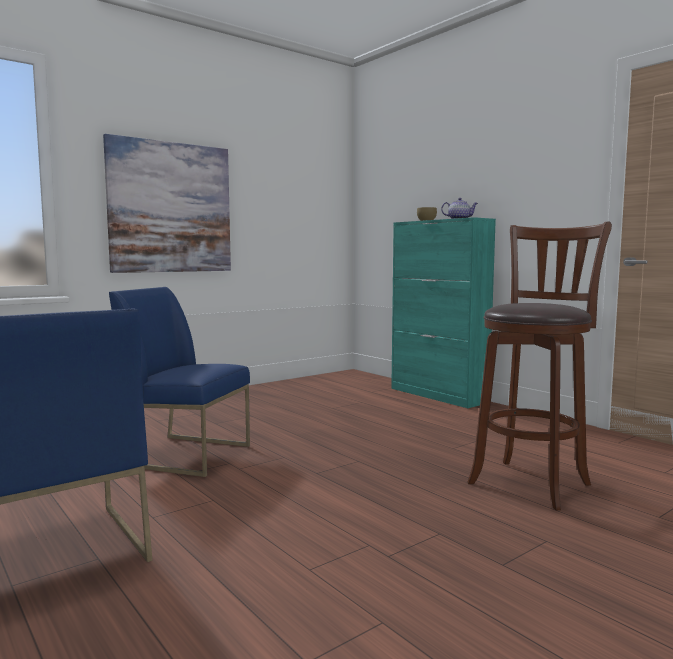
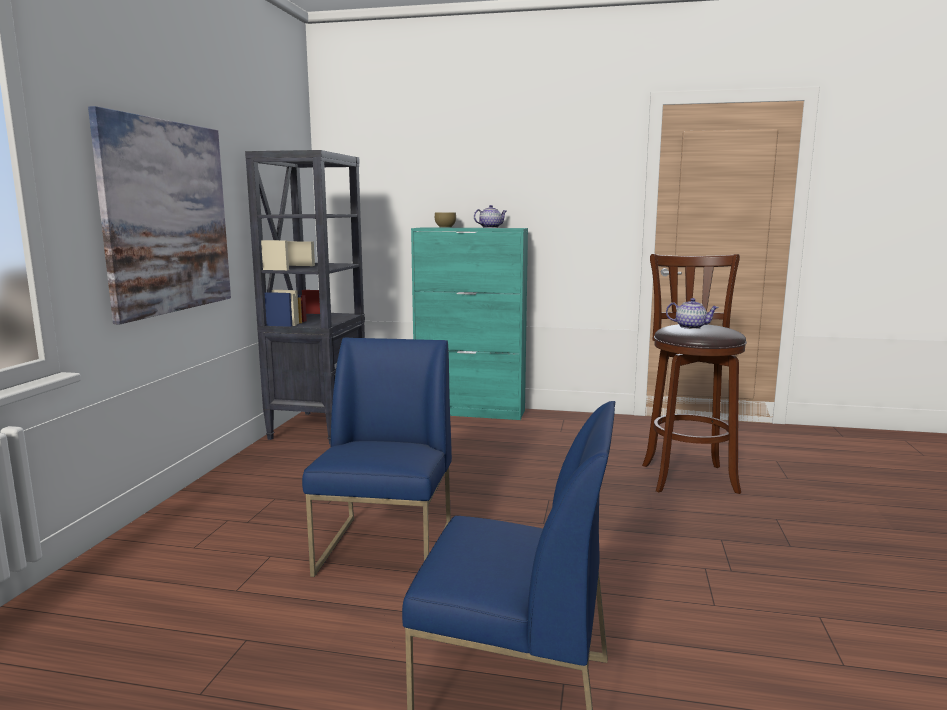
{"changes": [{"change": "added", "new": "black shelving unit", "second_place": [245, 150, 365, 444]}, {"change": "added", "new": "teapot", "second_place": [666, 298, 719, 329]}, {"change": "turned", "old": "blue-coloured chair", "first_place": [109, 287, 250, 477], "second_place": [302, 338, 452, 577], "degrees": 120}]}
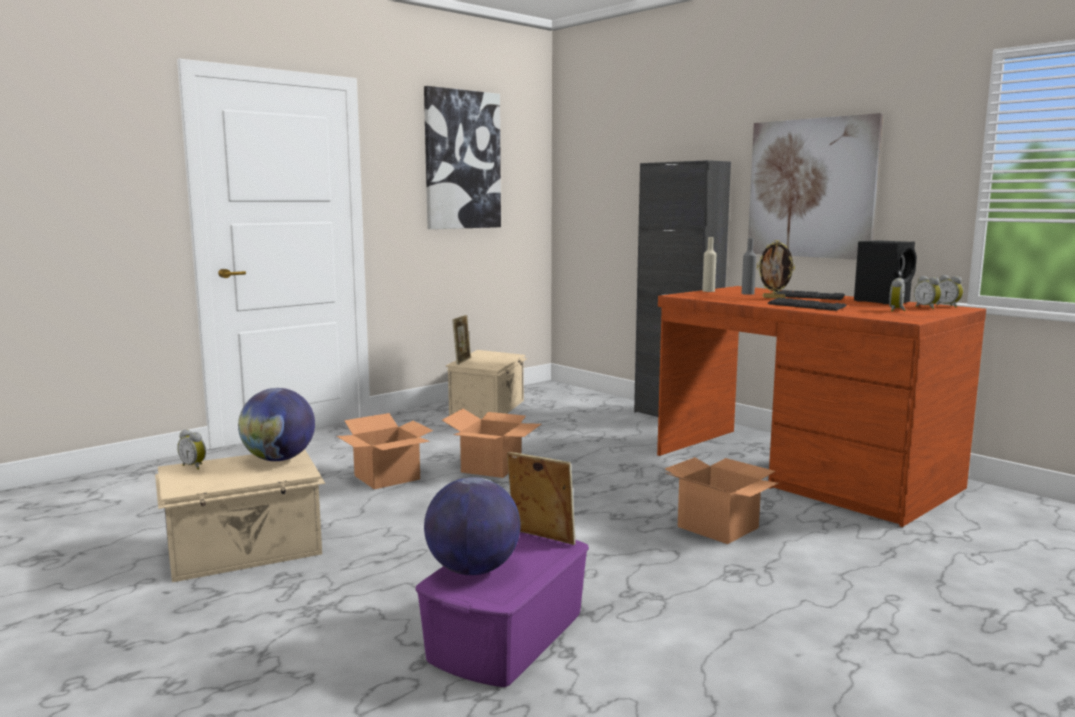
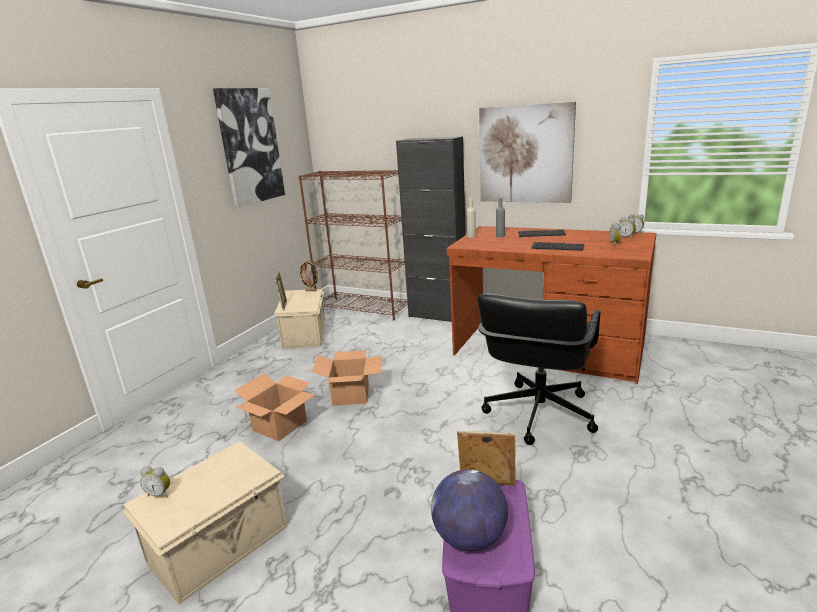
{"changes": [{"change": "removed", "old": "globe", "first_place": [238, 388, 315, 461]}, {"change": "removed", "old": "black audio speaker", "first_place": [854, 240, 917, 304]}, {"change": "added", "new": "brownish shelving unit", "second_place": [299, 170, 408, 320]}, {"change": "moved", "old": "standing frame", "first_place": [757, 240, 795, 299], "second_place": [299, 261, 319, 291]}, {"change": "replaced", "old": "carton", "new": "black desk chair", "first_place": [665, 457, 779, 544], "second_place": [477, 294, 600, 445]}]}
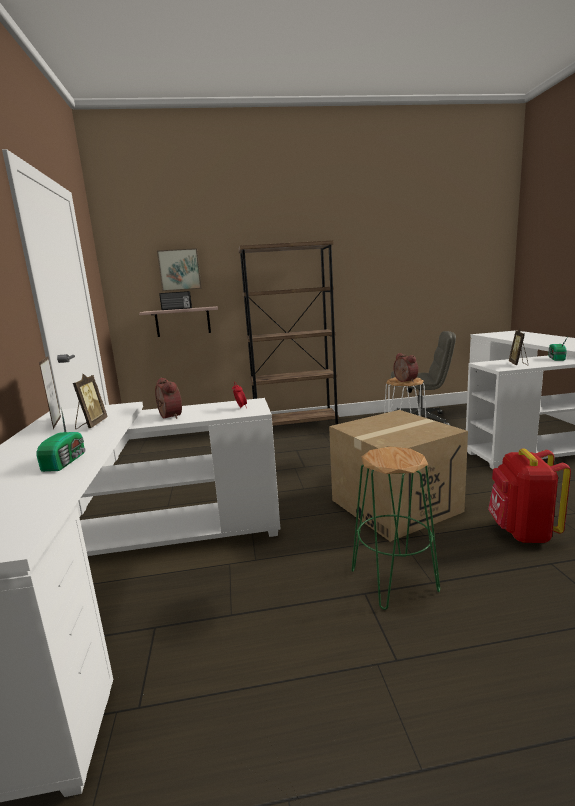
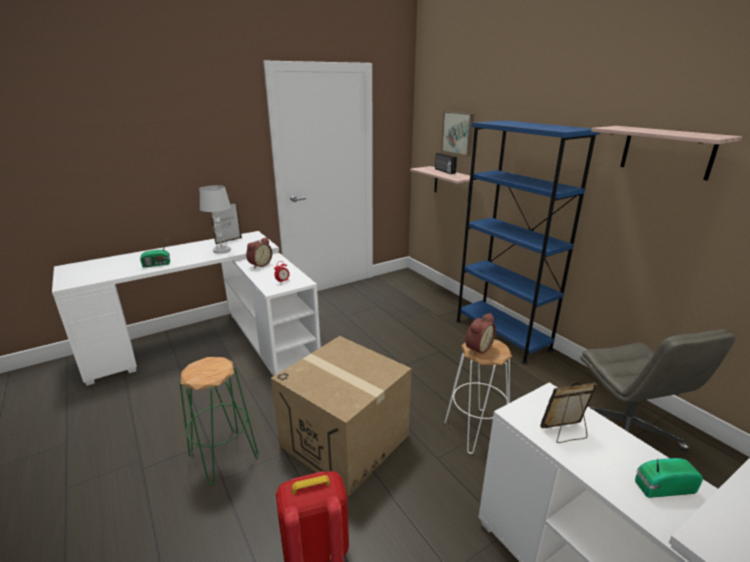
{"changes": [{"change": "added", "new": "shelf", "second_place": [591, 126, 742, 181]}, {"change": "replaced", "old": "standing frame", "new": "white tabletop lamp", "first_place": [73, 374, 108, 429], "second_place": [200, 185, 231, 254]}, {"change": "recoloured", "old": "brownish shelving unit", "new": "blue-coloured shelving unit", "first_place": [238, 241, 339, 426], "second_place": [456, 120, 600, 364]}]}
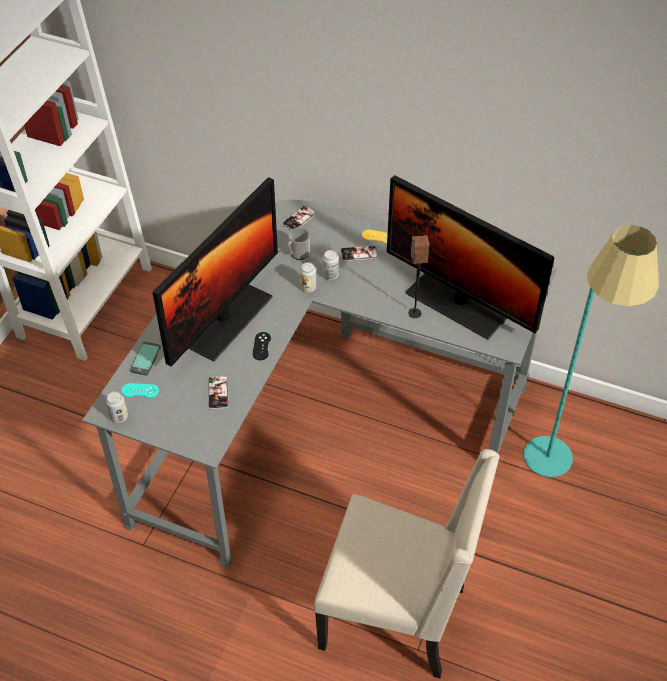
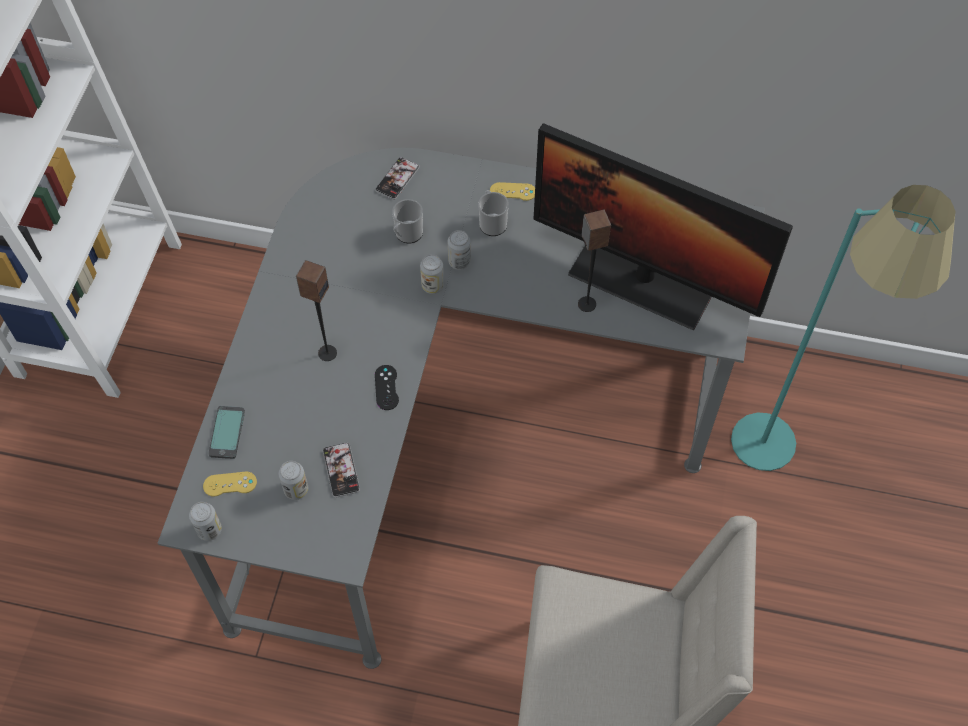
{"changes": [{"change": "added", "new": "sealed can", "second_place": [279, 461, 308, 500]}, {"change": "replaced", "old": "computer screen", "new": "audio speaker", "first_place": [153, 177, 278, 366], "second_place": [296, 260, 337, 361]}, {"change": "replaced", "old": "handset", "new": "tea mug", "first_place": [341, 245, 378, 261], "second_place": [478, 190, 509, 236]}, {"change": "recoloured", "old": "turquoise game controller", "new": "yellow-coloured game controller", "first_place": [121, 383, 159, 398], "second_place": [203, 472, 257, 497]}]}
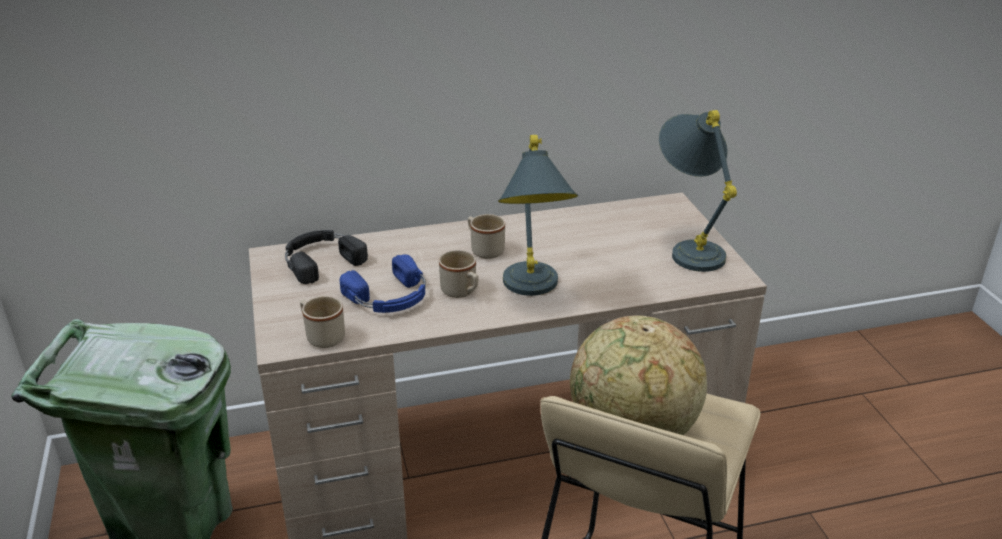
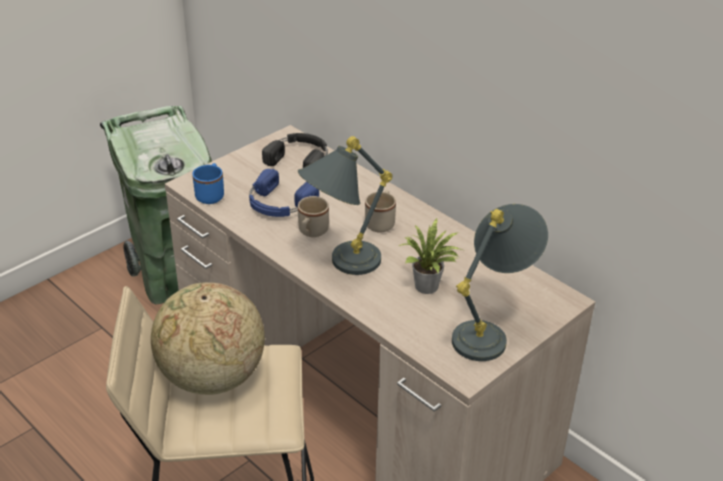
{"changes": [{"change": "added", "new": "plant in a pot", "second_place": [399, 217, 462, 294]}, {"change": "recoloured", "old": "beige tea mug", "new": "blue-coloured tea mug", "first_place": [300, 296, 345, 348], "second_place": [192, 163, 224, 204]}]}
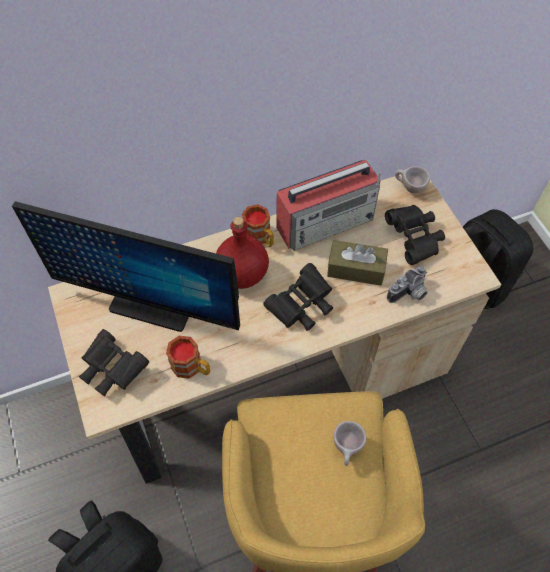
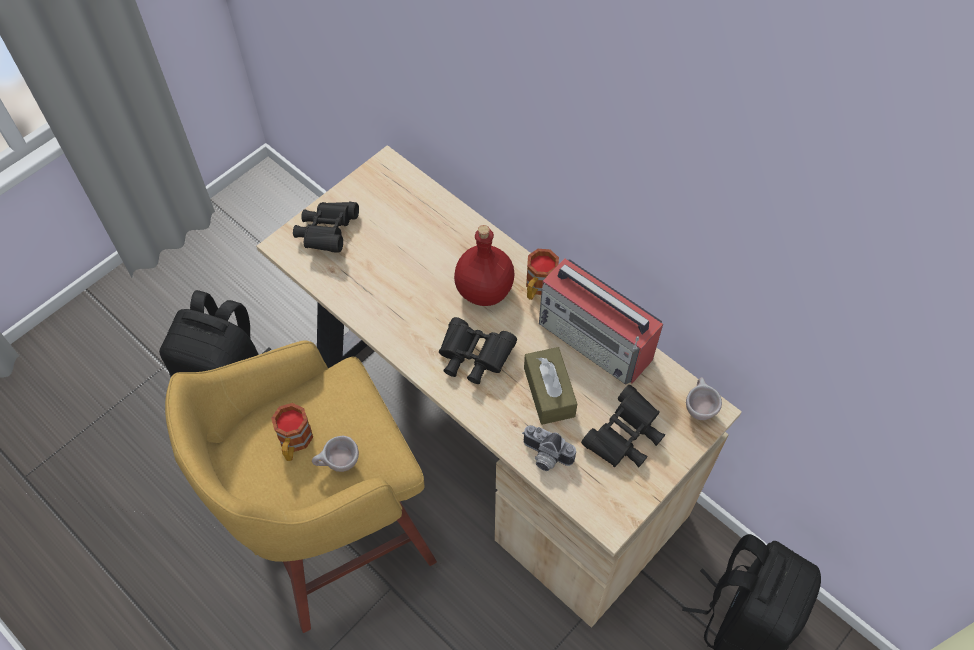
{"changes": [{"change": "removed", "old": "computer screen", "first_place": [12, 201, 240, 332]}, {"change": "moved", "old": "tea mug", "first_place": [166, 336, 210, 379], "second_place": [271, 403, 313, 461]}]}
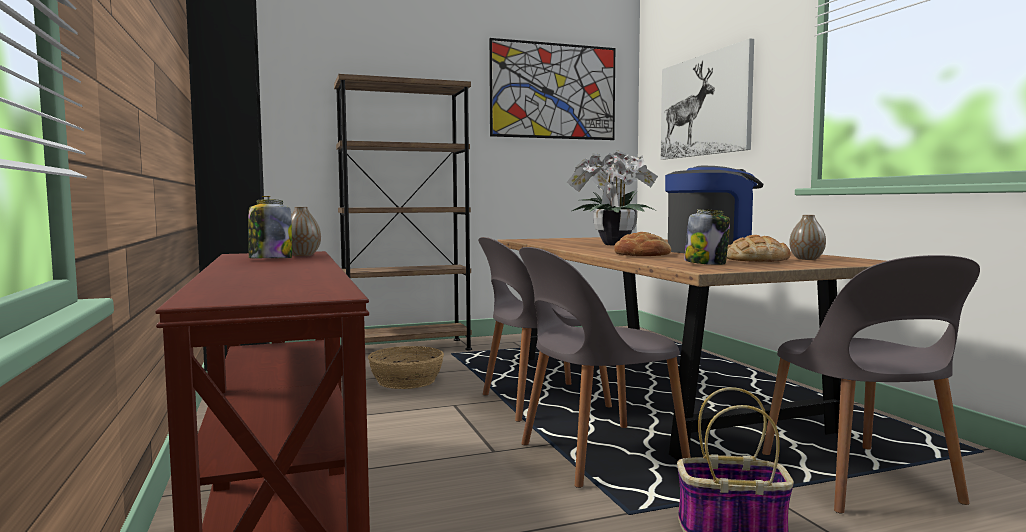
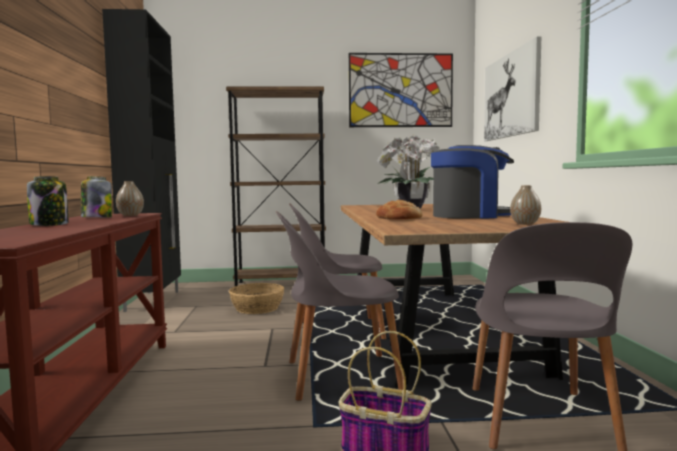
{"changes": [{"change": "removed", "old": "bread", "first_place": [727, 235, 791, 262]}, {"change": "moved", "old": "storage jar", "first_place": [684, 209, 730, 265], "second_place": [27, 176, 69, 226]}]}
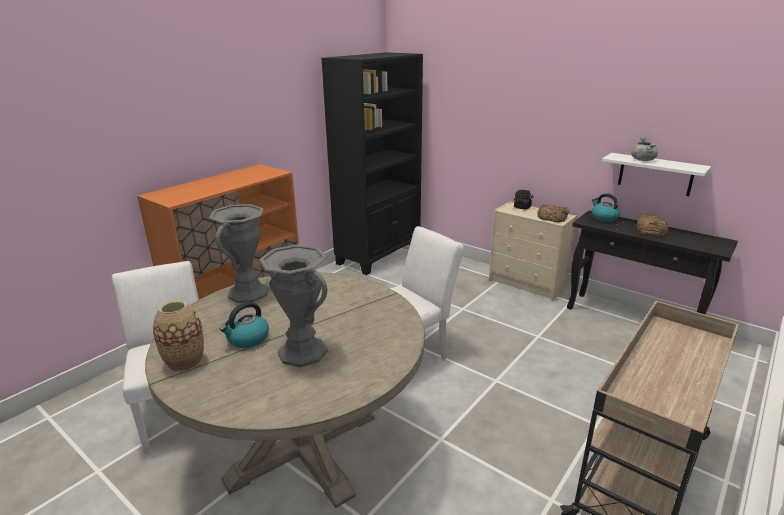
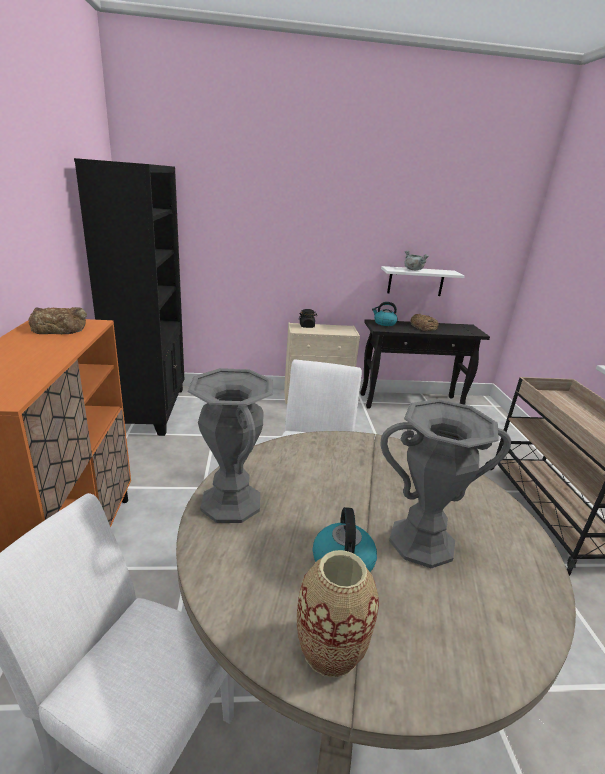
{"changes": [{"change": "moved", "old": "bread", "first_place": [537, 204, 570, 222], "second_place": [29, 307, 87, 334]}]}
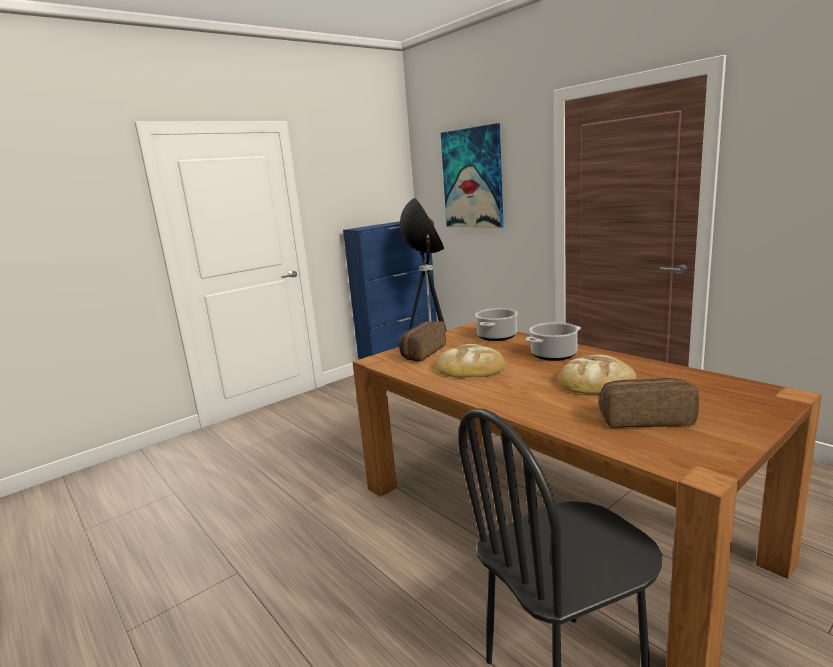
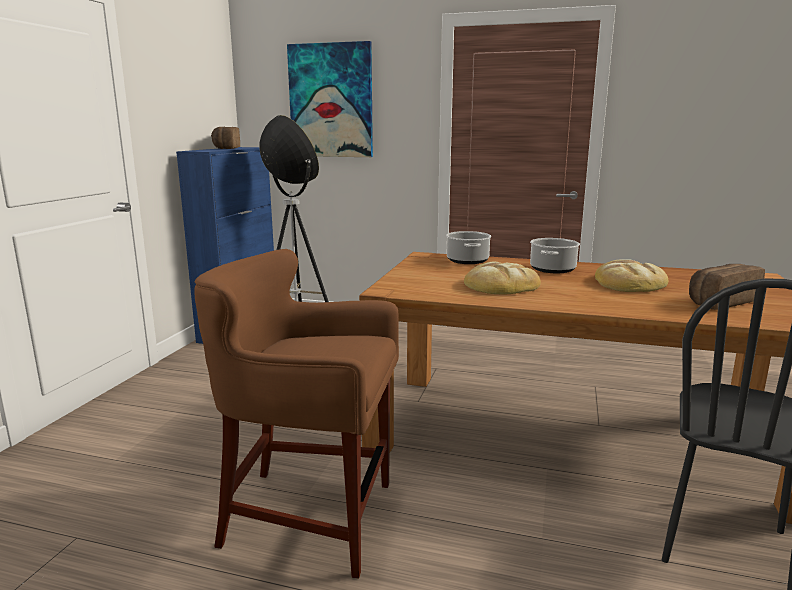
{"changes": [{"change": "added", "new": "brownish sitting stool", "second_place": [194, 249, 399, 579]}, {"change": "moved", "old": "bread", "first_place": [399, 321, 446, 362], "second_place": [211, 127, 240, 149]}]}
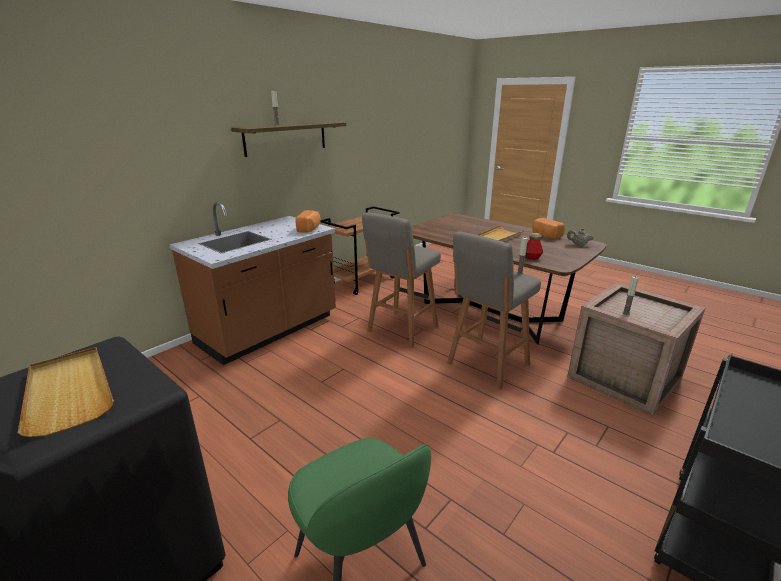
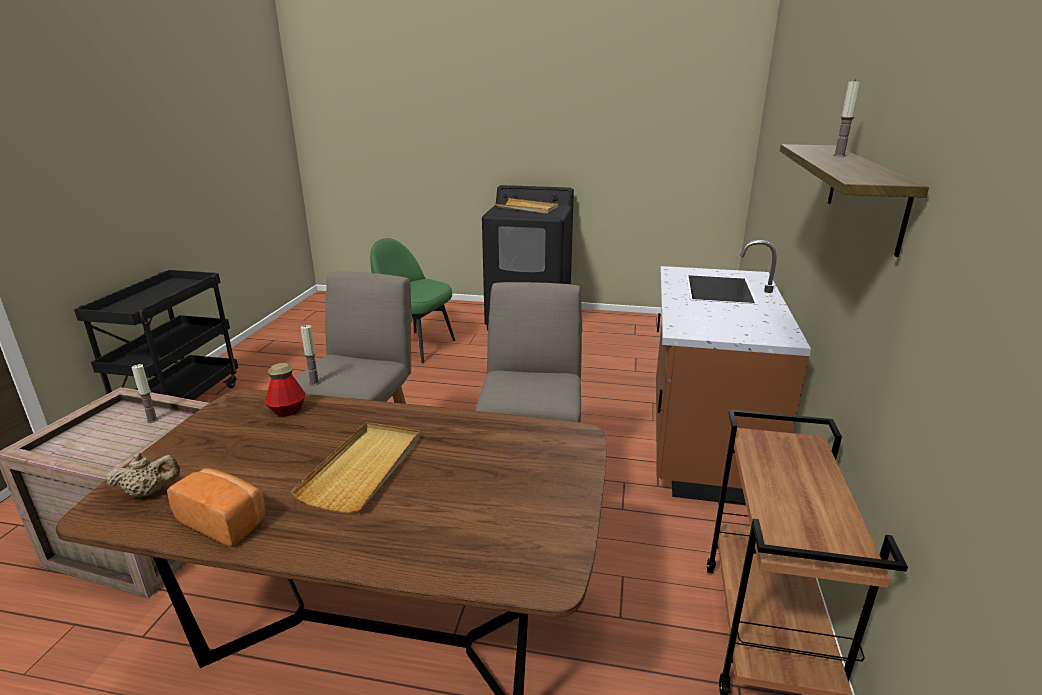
{"changes": [{"change": "removed", "old": "bread", "first_place": [295, 210, 321, 233]}]}
